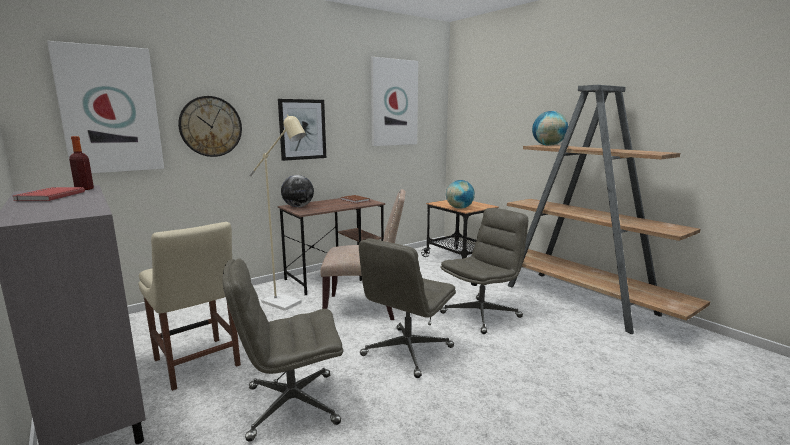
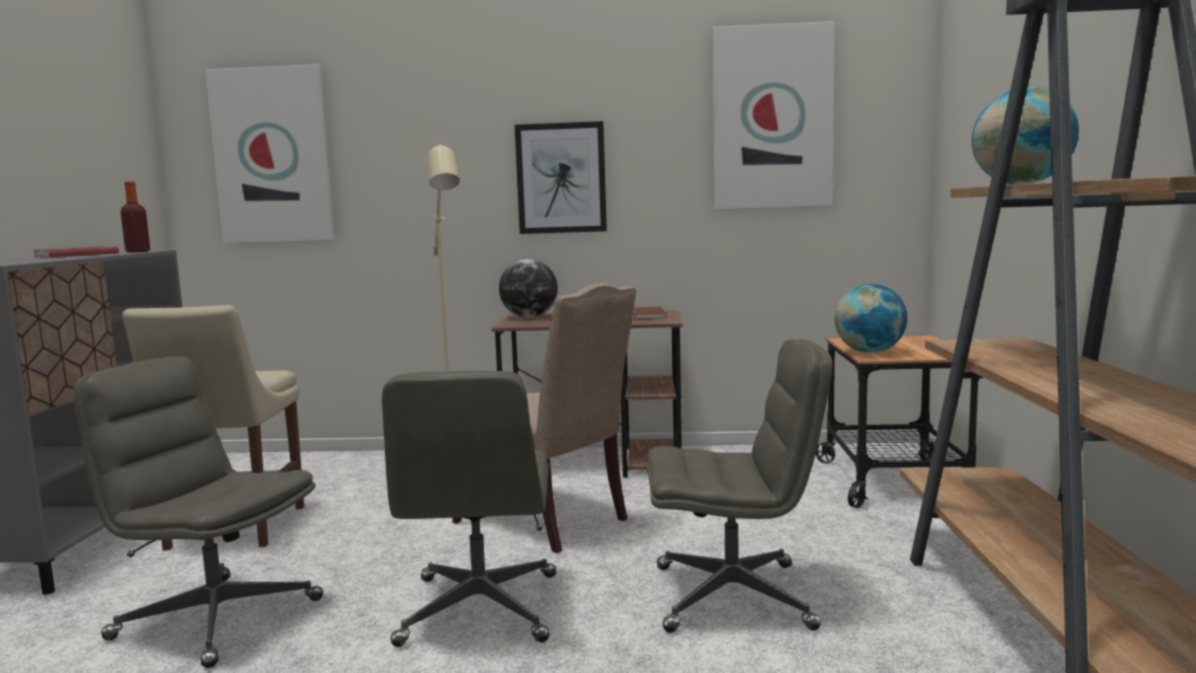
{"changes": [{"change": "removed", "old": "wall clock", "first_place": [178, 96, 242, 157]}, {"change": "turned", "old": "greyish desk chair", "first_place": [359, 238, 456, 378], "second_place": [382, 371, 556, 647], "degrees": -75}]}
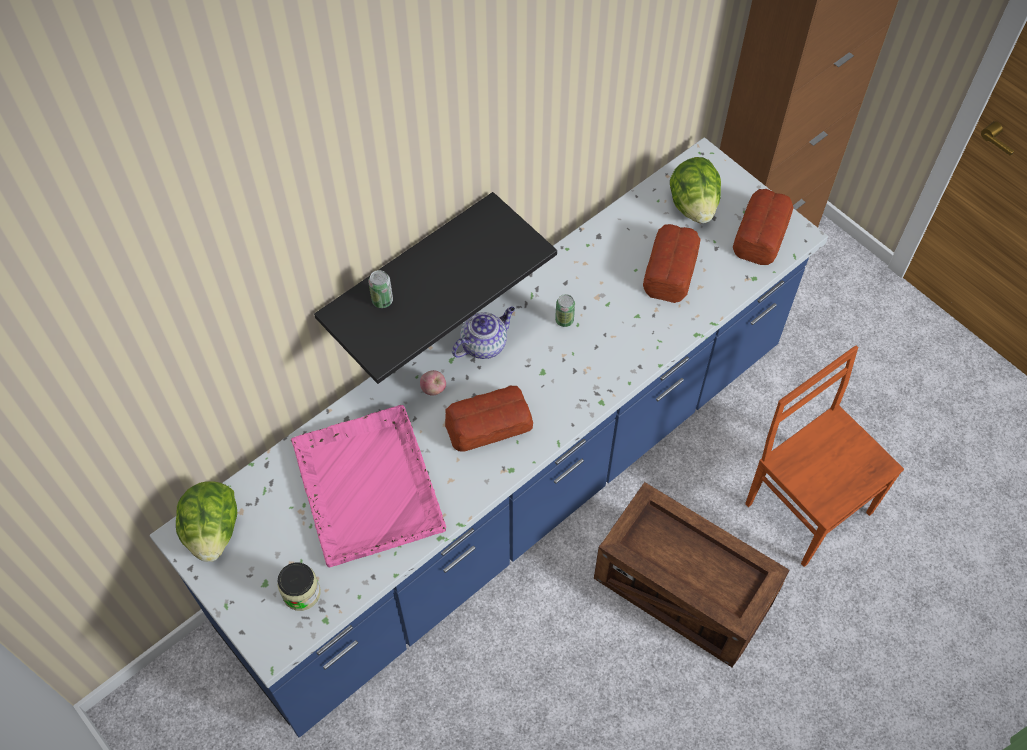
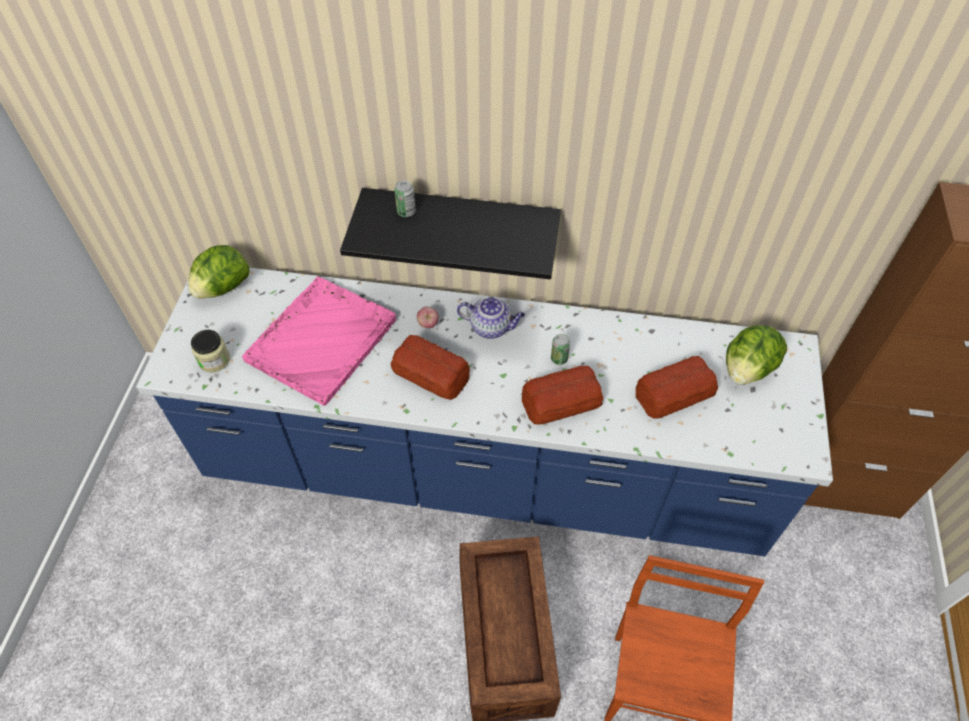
{"changes": [{"change": "moved", "old": "bread", "first_place": [733, 189, 794, 265], "second_place": [522, 366, 603, 425]}]}
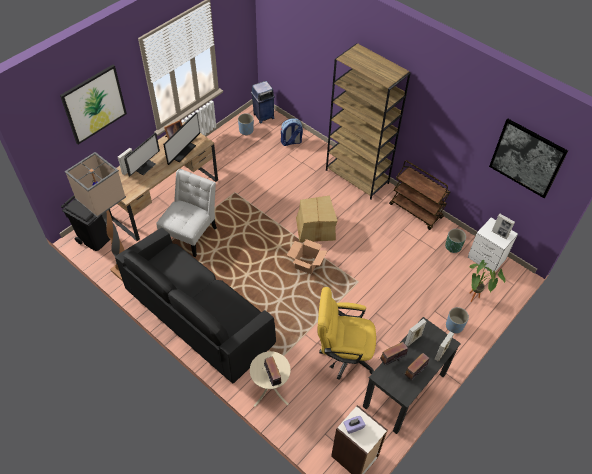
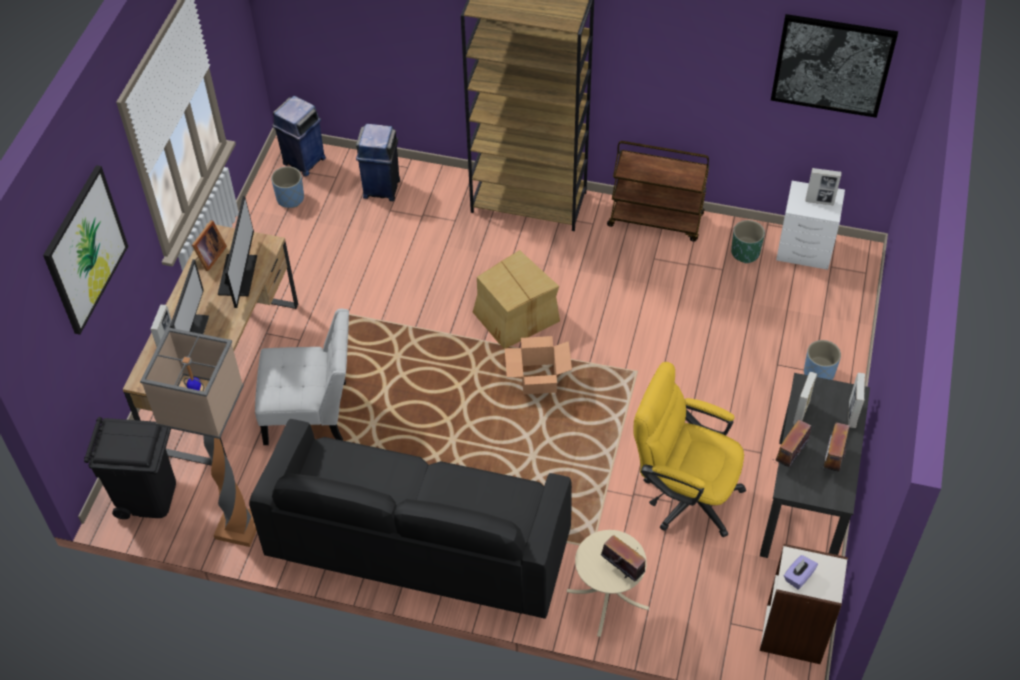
{"changes": [{"change": "removed", "old": "plant in a pot", "first_place": [469, 260, 506, 302]}, {"change": "replaced", "old": "rucksack", "new": "blue-coloured trash can", "first_place": [281, 119, 303, 146], "second_place": [356, 124, 400, 201]}, {"change": "turned", "old": "white chair", "first_place": [156, 169, 217, 257], "second_place": [255, 309, 349, 445], "degrees": 90}, {"change": "turned", "old": "yellow-coloured desk chair", "first_place": [317, 287, 376, 380], "second_place": [633, 362, 746, 537], "degrees": 45}]}
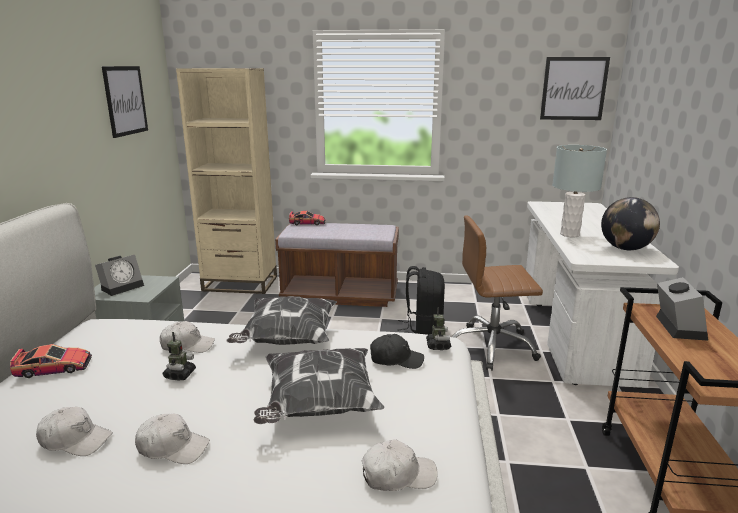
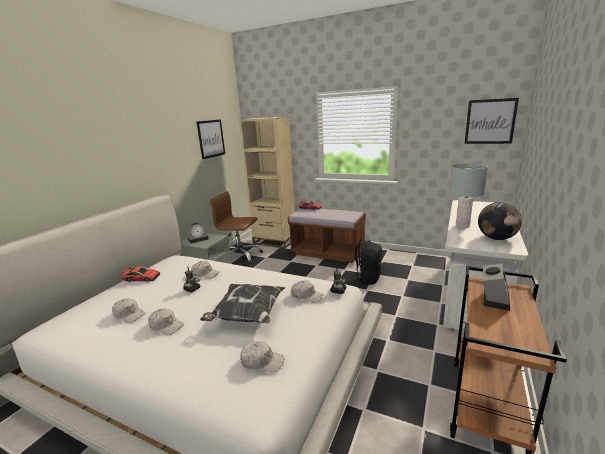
{"changes": [{"change": "removed", "old": "cushion", "first_place": [226, 296, 337, 345]}, {"change": "moved", "old": "brownish desk chair", "first_place": [452, 215, 543, 371], "second_place": [210, 191, 263, 264]}, {"change": "recoloured", "old": "black peaked cap", "new": "white peaked cap", "first_place": [370, 334, 424, 369], "second_place": [291, 280, 323, 303]}]}
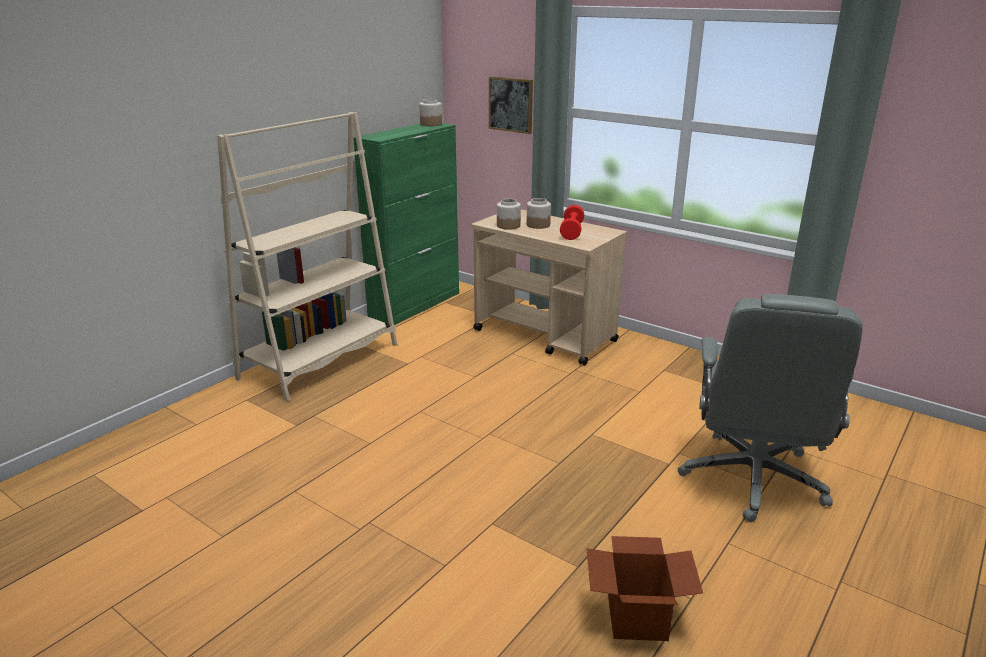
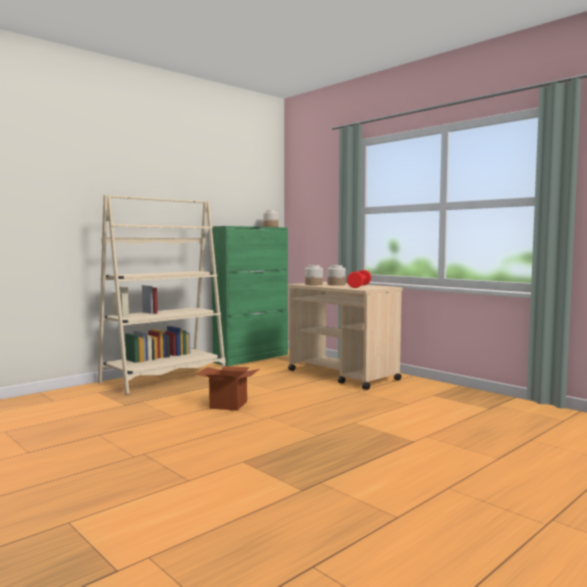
{"changes": [{"change": "removed", "old": "wall art", "first_place": [489, 76, 533, 134]}, {"change": "removed", "old": "greyish desk chair", "first_place": [677, 294, 863, 522]}, {"change": "moved", "old": "carton", "first_place": [587, 536, 703, 641], "second_place": [196, 366, 259, 411]}]}
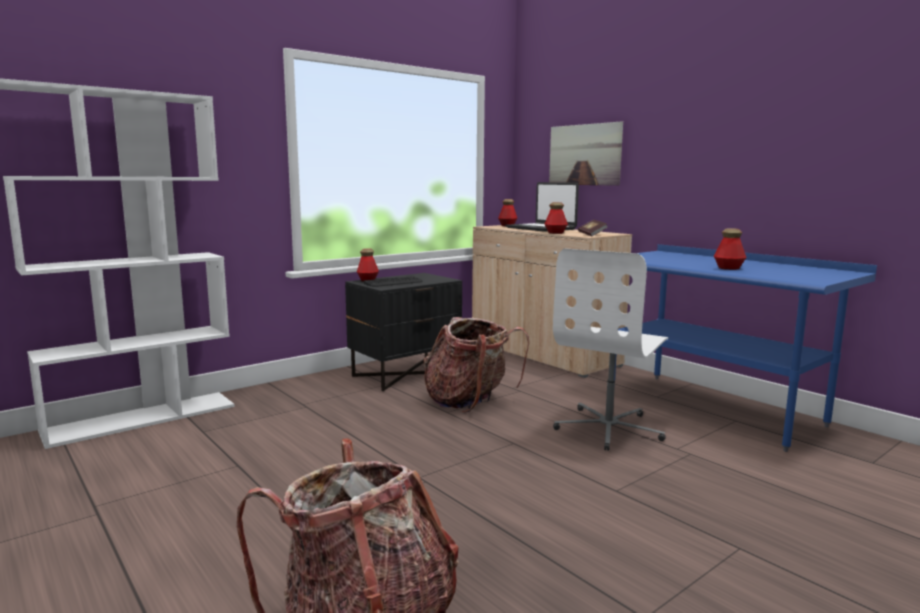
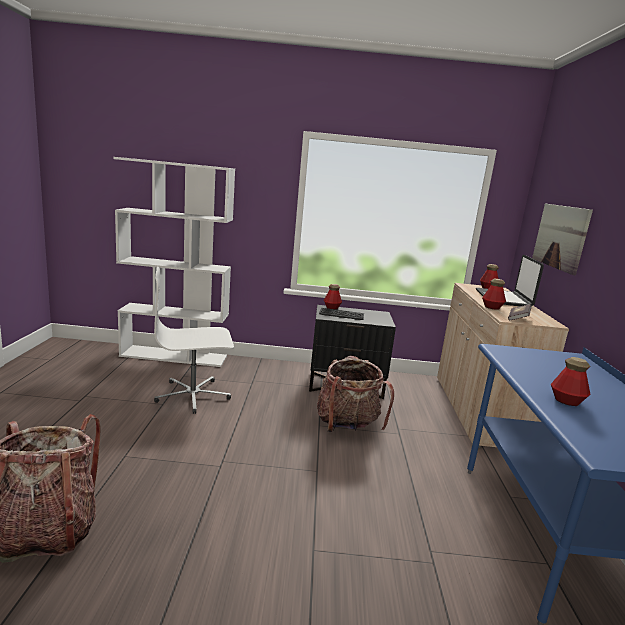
{"changes": [{"change": "moved", "old": "white desk chair", "first_place": [553, 248, 668, 451], "second_place": [154, 267, 234, 414]}]}
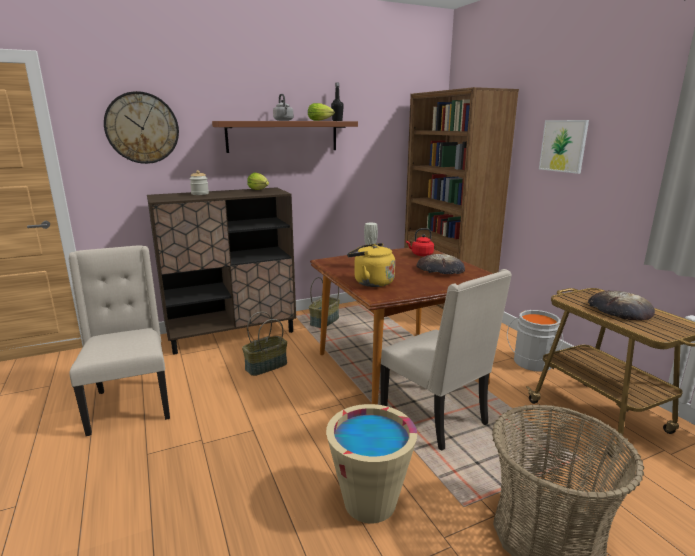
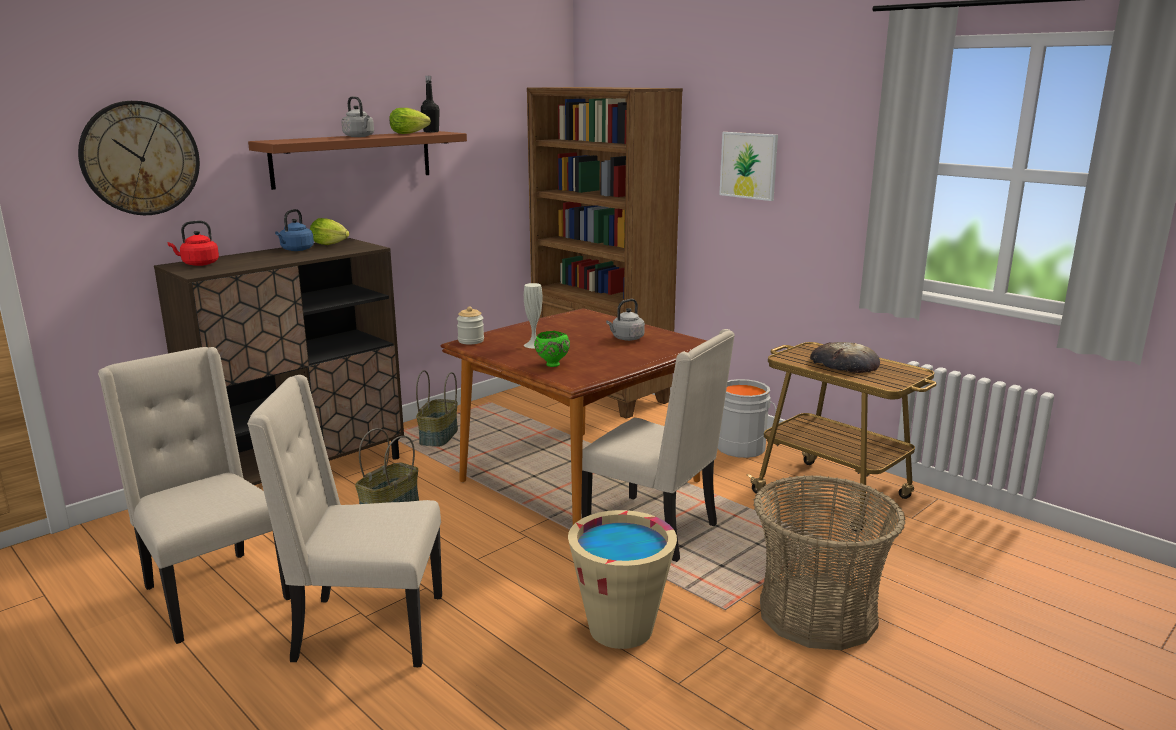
{"changes": [{"change": "added", "new": "beige chair", "second_place": [247, 375, 442, 667]}, {"change": "added", "new": "blue-coloured tea kettle", "second_place": [275, 209, 314, 251]}, {"change": "moved", "old": "storage jar", "first_place": [190, 170, 209, 195], "second_place": [457, 306, 484, 344]}, {"change": "moved", "old": "red-coloured tea kettle", "first_place": [406, 228, 434, 256], "second_place": [167, 221, 219, 266]}, {"change": "replaced", "old": "yellow-coloured tea kettle", "new": "green deep dish", "first_place": [347, 243, 395, 287], "second_place": [534, 331, 570, 367]}, {"change": "replaced", "old": "bread", "new": "greyish tea kettle", "first_place": [417, 254, 465, 274], "second_place": [606, 299, 645, 341]}]}
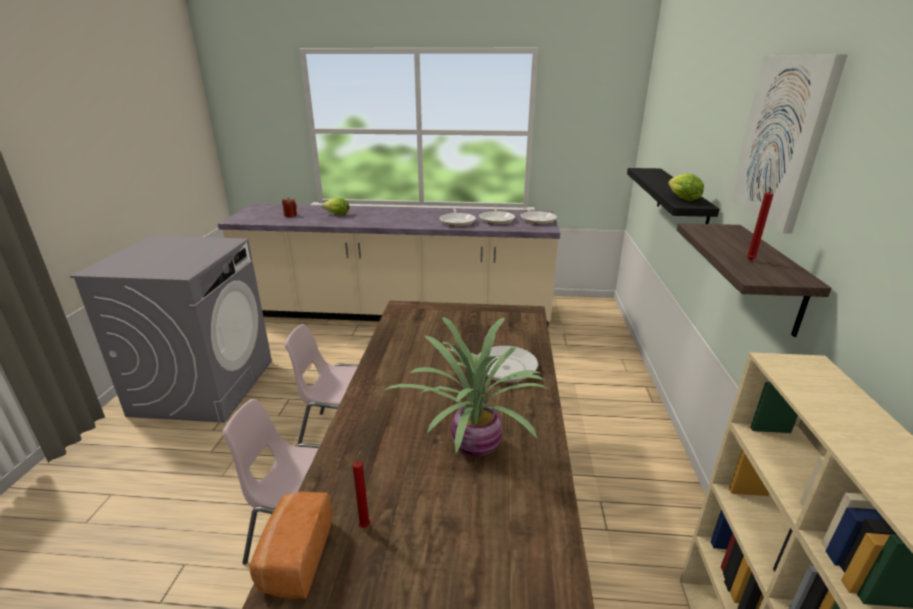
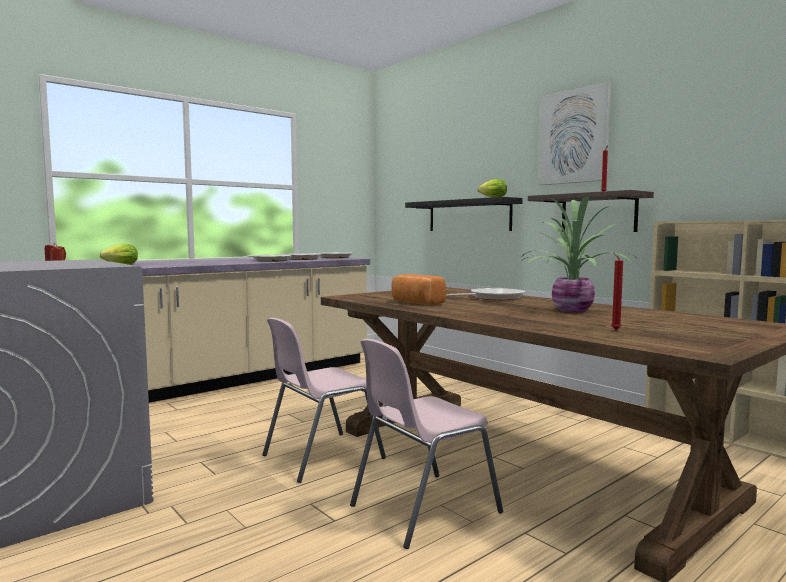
{"changes": [{"change": "moved", "old": "bread", "first_place": [249, 492, 332, 599], "second_place": [392, 274, 446, 305]}]}
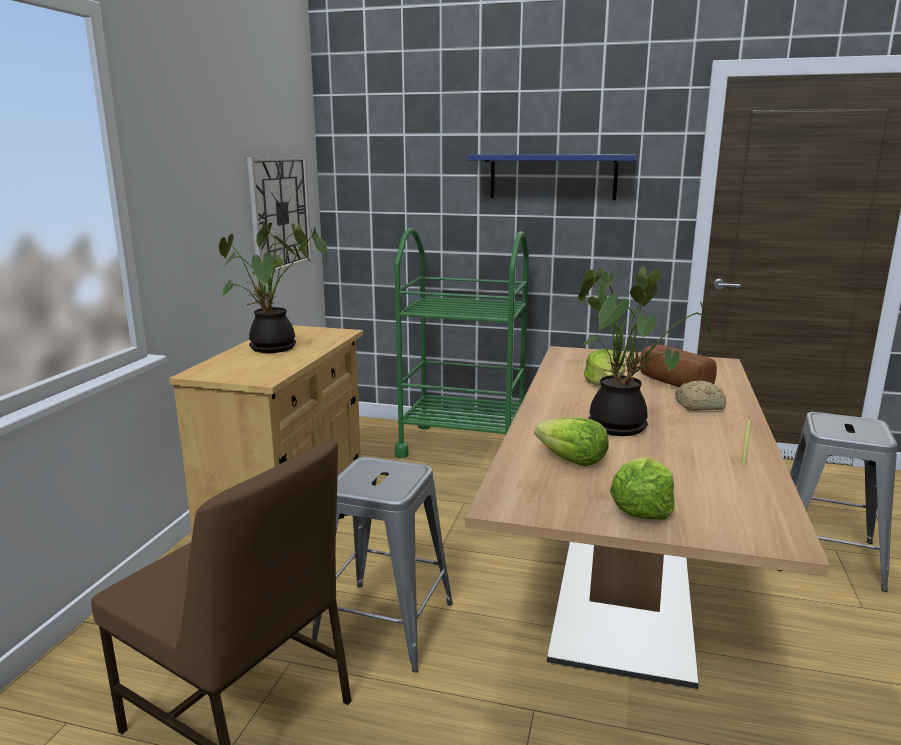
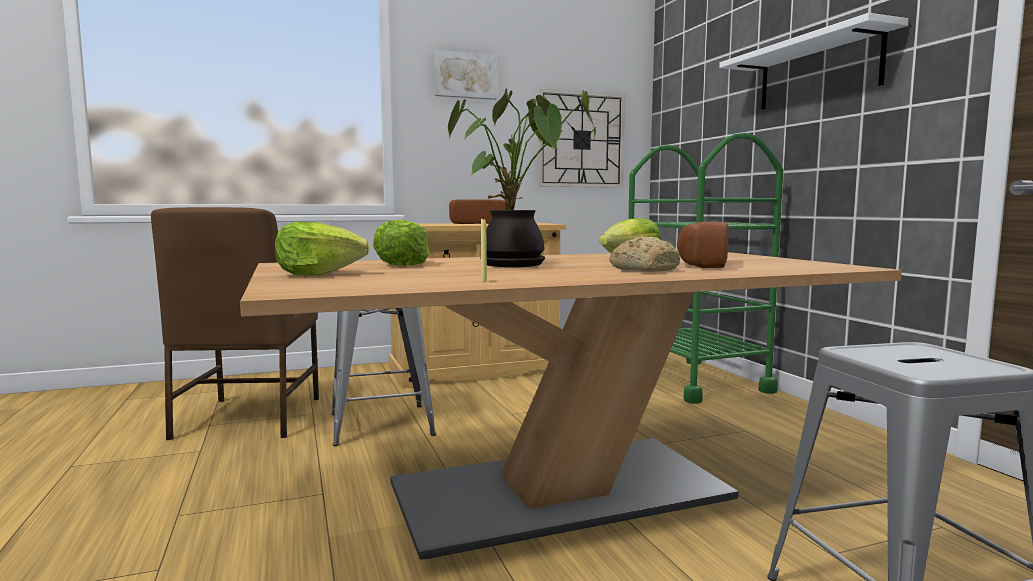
{"changes": [{"change": "added", "new": "wall art", "second_place": [434, 50, 498, 100]}, {"change": "replaced", "old": "plant in a pot", "new": "bread", "first_place": [219, 223, 328, 353], "second_place": [449, 199, 506, 224]}, {"change": "recoloured", "old": "blue-coloured shelf", "new": "white shelf", "first_place": [467, 154, 636, 200], "second_place": [719, 13, 908, 110]}]}
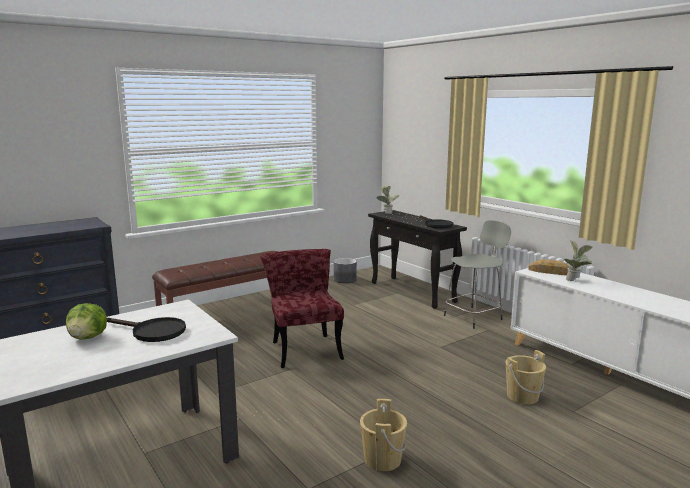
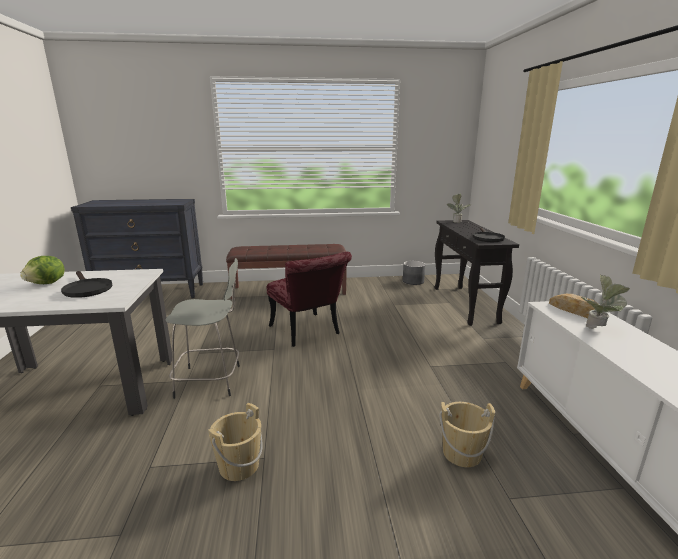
{"changes": [{"change": "moved", "old": "greyish sitting stool", "first_place": [444, 220, 511, 329], "second_place": [166, 258, 240, 399]}, {"change": "turned", "old": "red-coloured chair", "first_place": [260, 249, 344, 368], "second_place": [267, 252, 352, 347], "degrees": 135}]}
